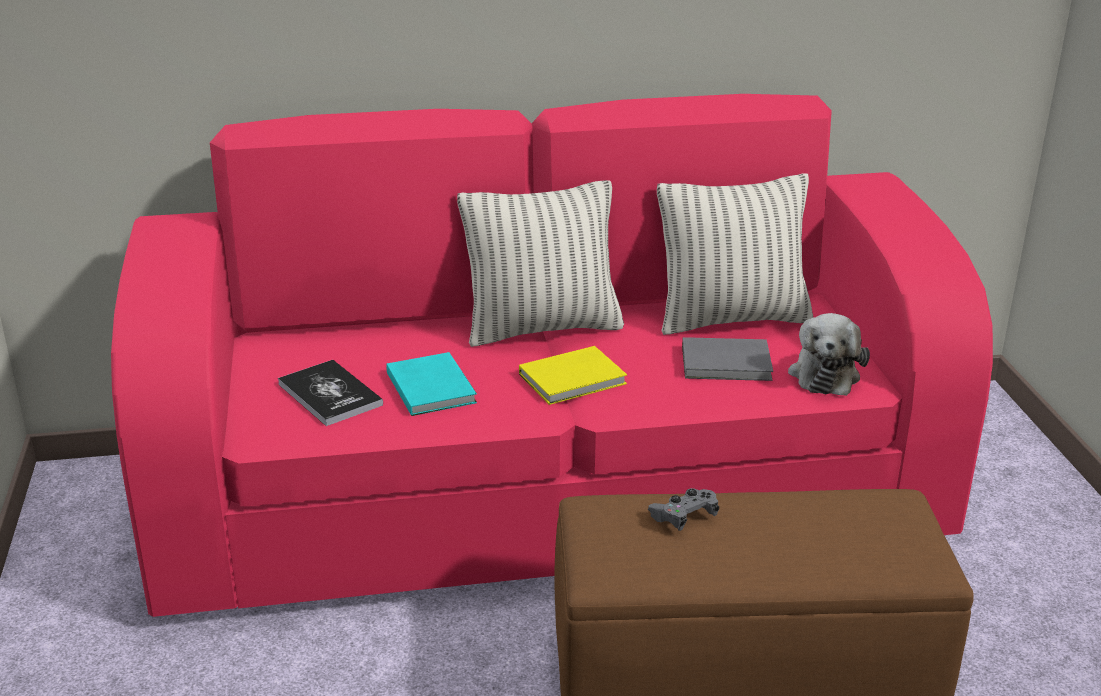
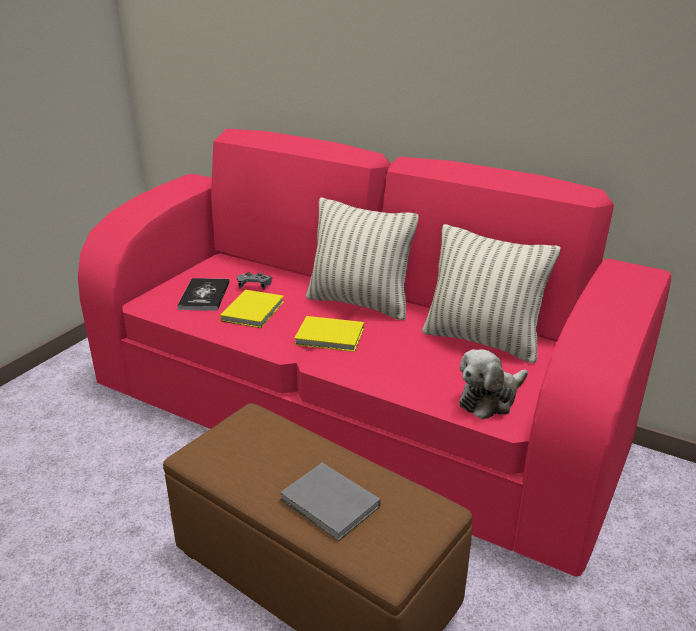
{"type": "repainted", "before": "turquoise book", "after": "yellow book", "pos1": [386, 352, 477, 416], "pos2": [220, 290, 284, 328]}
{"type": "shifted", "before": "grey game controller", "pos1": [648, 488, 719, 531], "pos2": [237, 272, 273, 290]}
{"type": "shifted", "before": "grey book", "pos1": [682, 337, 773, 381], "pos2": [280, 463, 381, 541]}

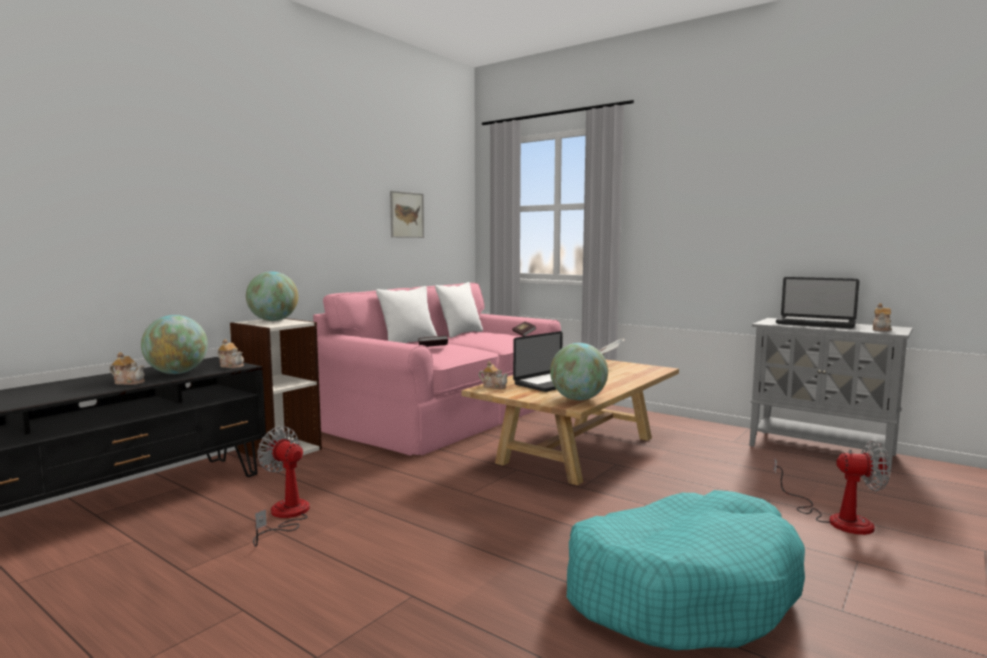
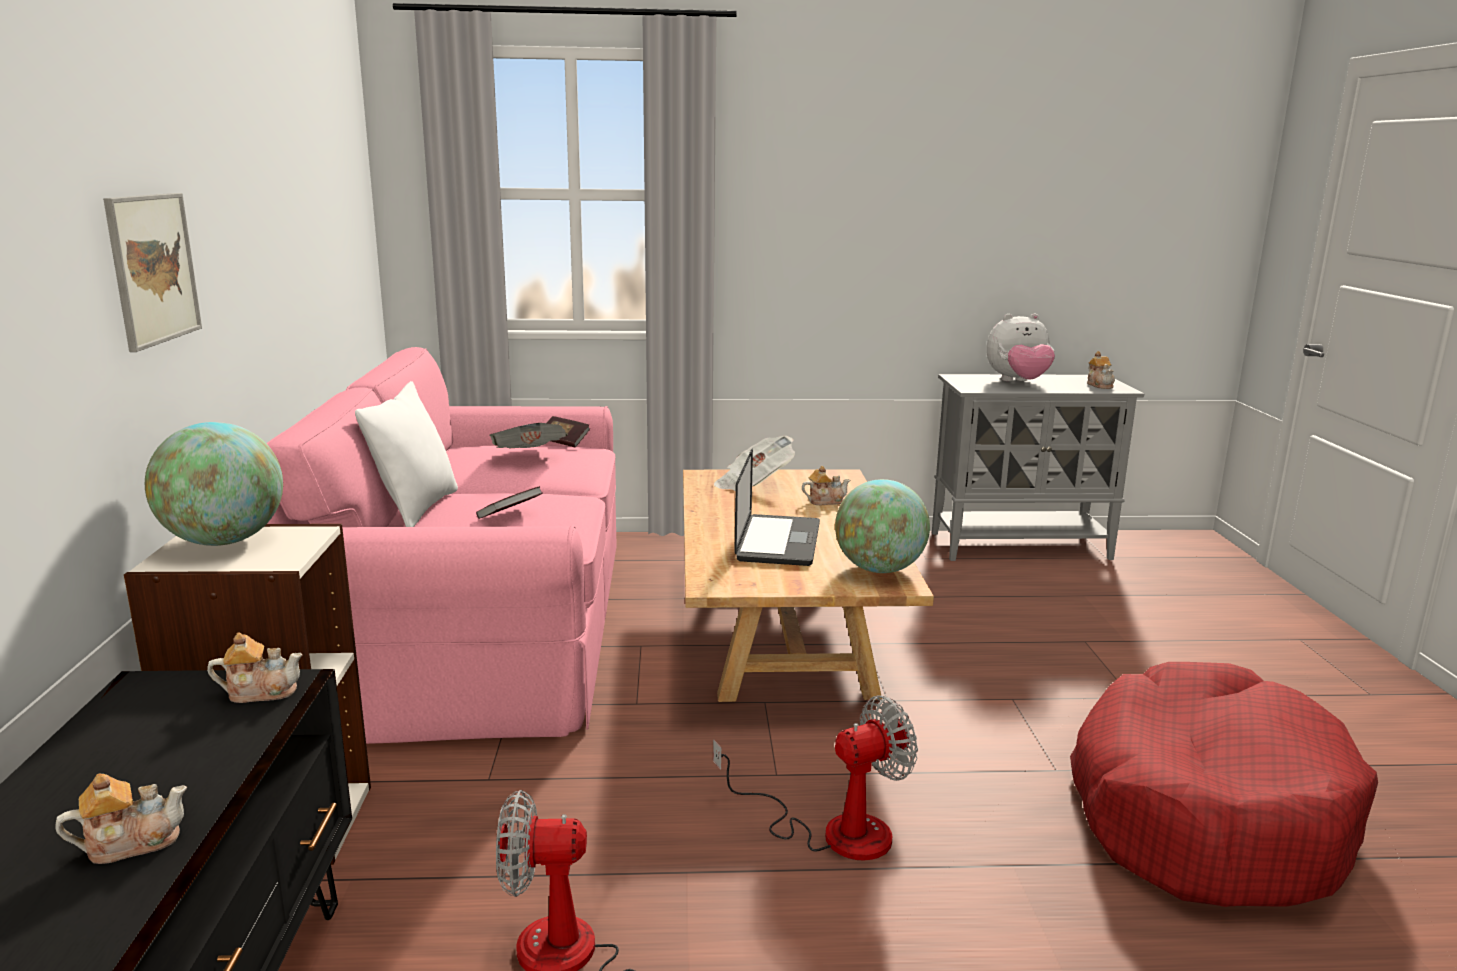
{"type": "shifted", "before": "picture", "pos1": [390, 191, 424, 238], "pos2": [103, 193, 202, 352]}
{"type": "new", "after": "newspaper", "pos2": [490, 423, 568, 448]}
{"type": "shifted", "before": "fan", "pos1": [774, 441, 891, 535], "pos2": [713, 695, 918, 861]}
{"type": "shifted", "before": "teapot", "pos1": [479, 361, 508, 389], "pos2": [802, 466, 850, 505]}
{"type": "swapped", "before": "laptop", "after": "plush toy", "pos1": [776, 277, 859, 328], "pos2": [986, 314, 1055, 381]}
{"type": "repainted", "before": "turquoise dog bed", "after": "red dog bed", "pos1": [567, 490, 805, 650], "pos2": [1070, 662, 1378, 907]}
{"type": "gone", "before": "globe", "pos1": [141, 315, 208, 374]}
{"type": "gone", "before": "white pillow", "pos1": [435, 282, 483, 338]}

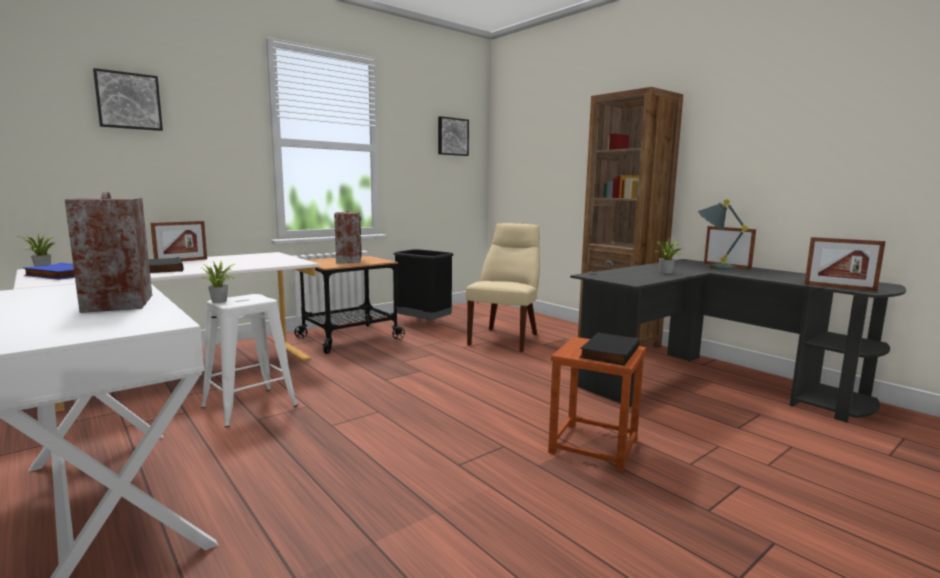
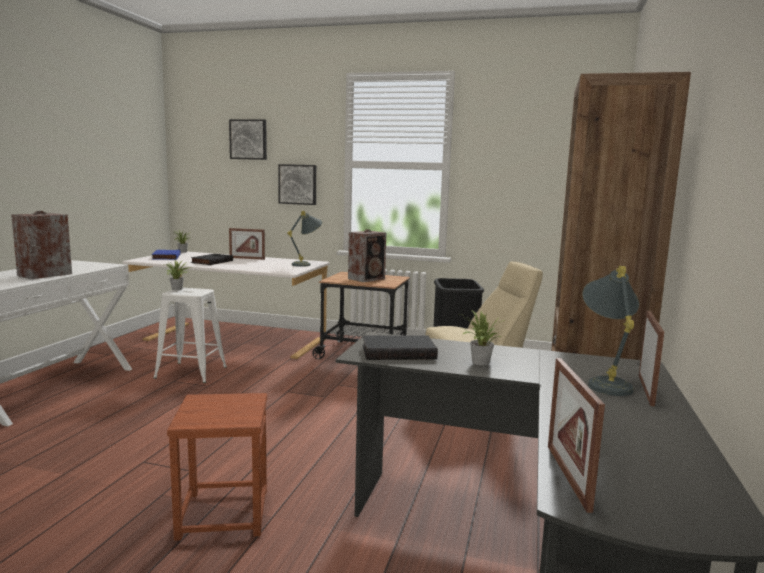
{"type": "shifted", "before": "picture", "pos1": [438, 116, 469, 156], "pos2": [278, 164, 316, 205]}
{"type": "new", "after": "grey table lamp", "pos2": [287, 211, 323, 267]}
{"type": "shifted", "before": "black book", "pos1": [580, 333, 639, 366], "pos2": [362, 335, 438, 360]}

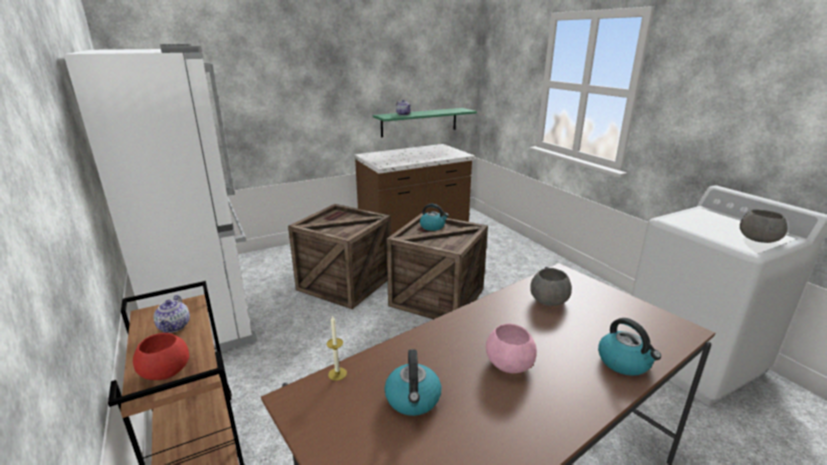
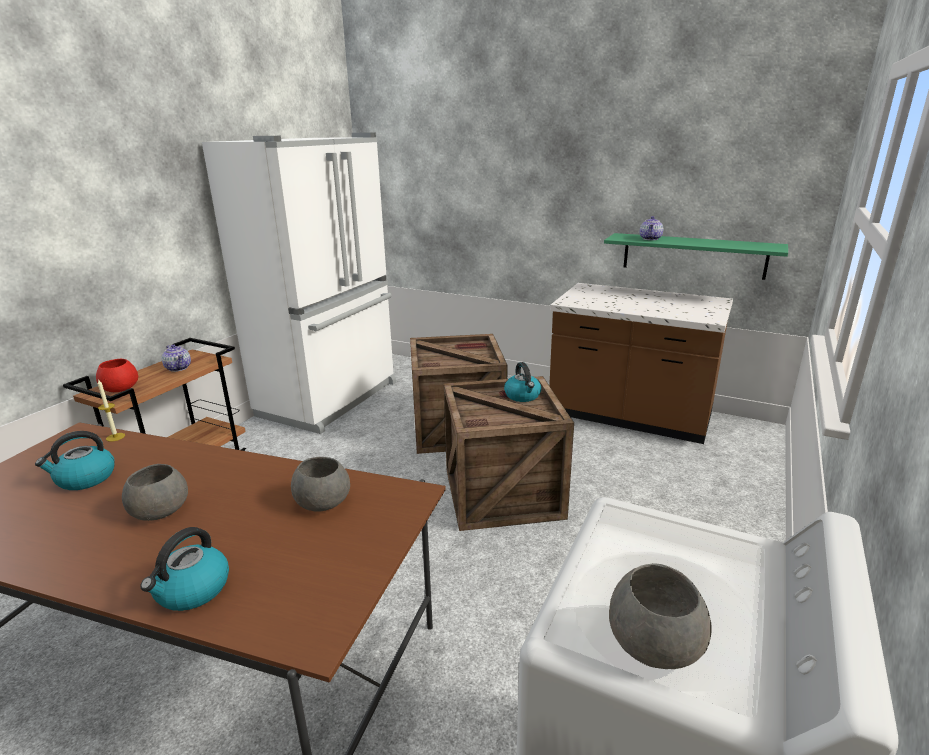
{"type": "repainted", "before": "pink bowl", "after": "grey bowl", "pos1": [486, 323, 537, 373], "pos2": [122, 464, 188, 521]}
{"type": "rotated", "before": "teapot", "pos1": [154, 295, 190, 333], "pos2": [162, 344, 191, 372], "turn": -90}

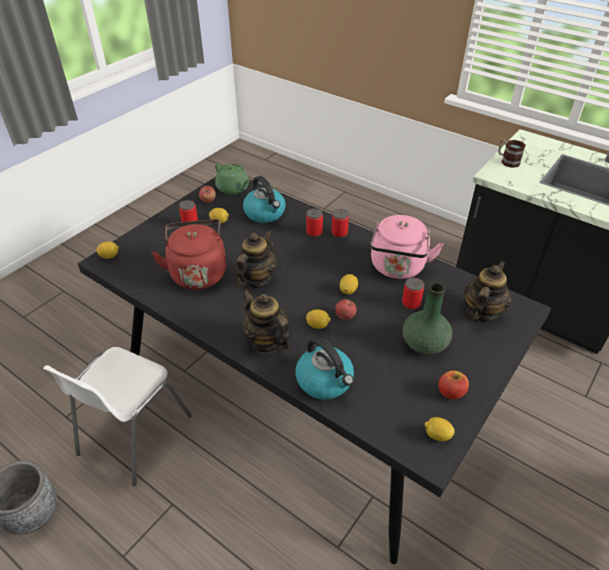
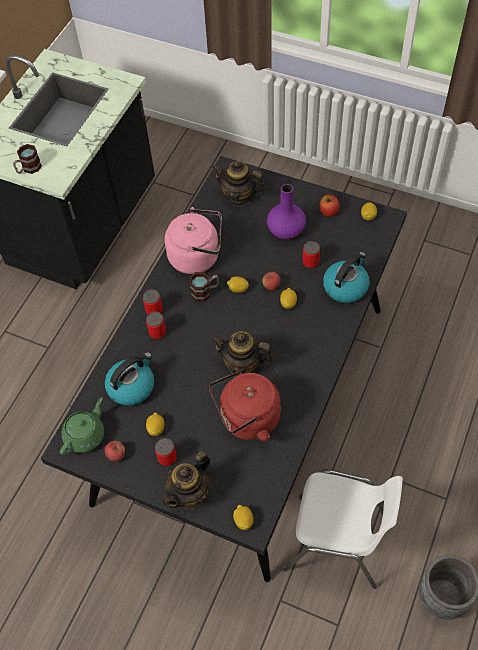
{"type": "shifted", "before": "teapot", "pos1": [243, 290, 290, 354], "pos2": [162, 450, 210, 509]}
{"type": "new", "after": "mug", "pos2": [189, 272, 219, 302]}
{"type": "repainted", "before": "green vase", "after": "purple vase", "pos1": [403, 282, 452, 354], "pos2": [267, 184, 306, 239]}
{"type": "shifted", "before": "can", "pos1": [402, 277, 424, 310], "pos2": [302, 241, 320, 268]}

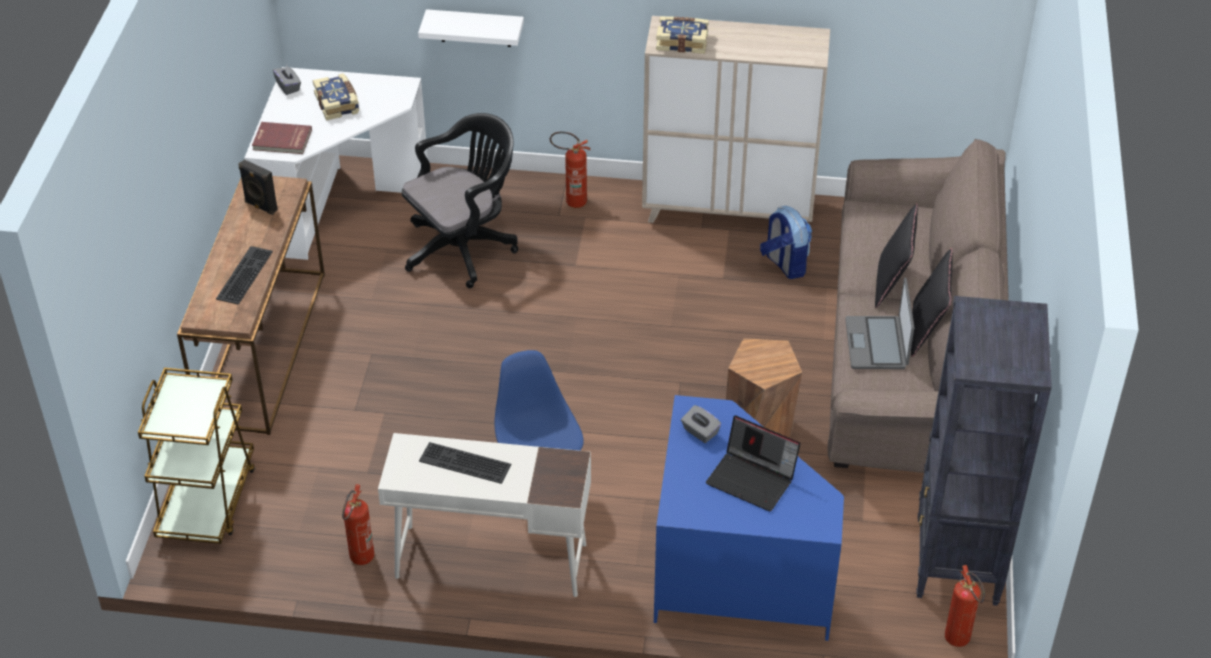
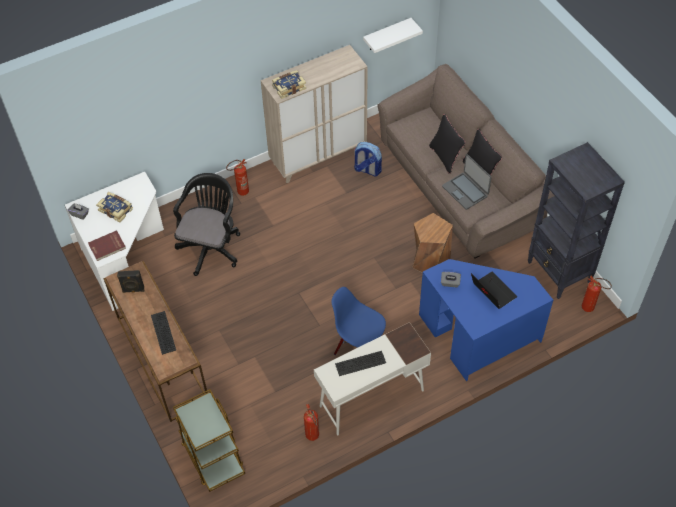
{"type": "shifted", "before": "white shelf", "pos1": [418, 9, 524, 47], "pos2": [363, 18, 423, 53]}
{"type": "rotated", "before": "laptop", "pos1": [706, 415, 800, 511], "pos2": [471, 271, 517, 309], "turn": -120}

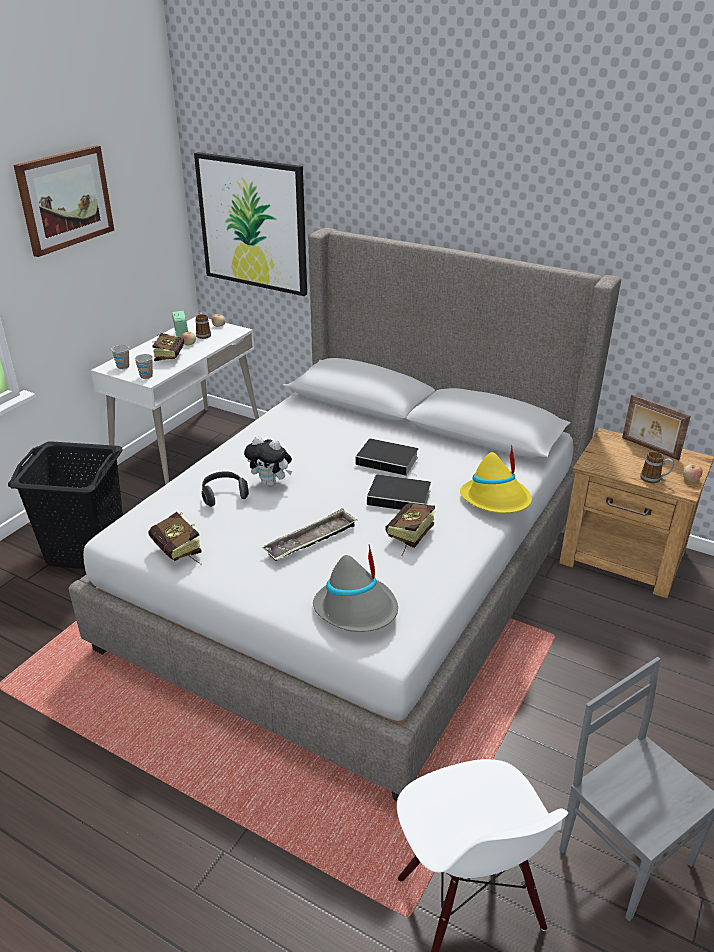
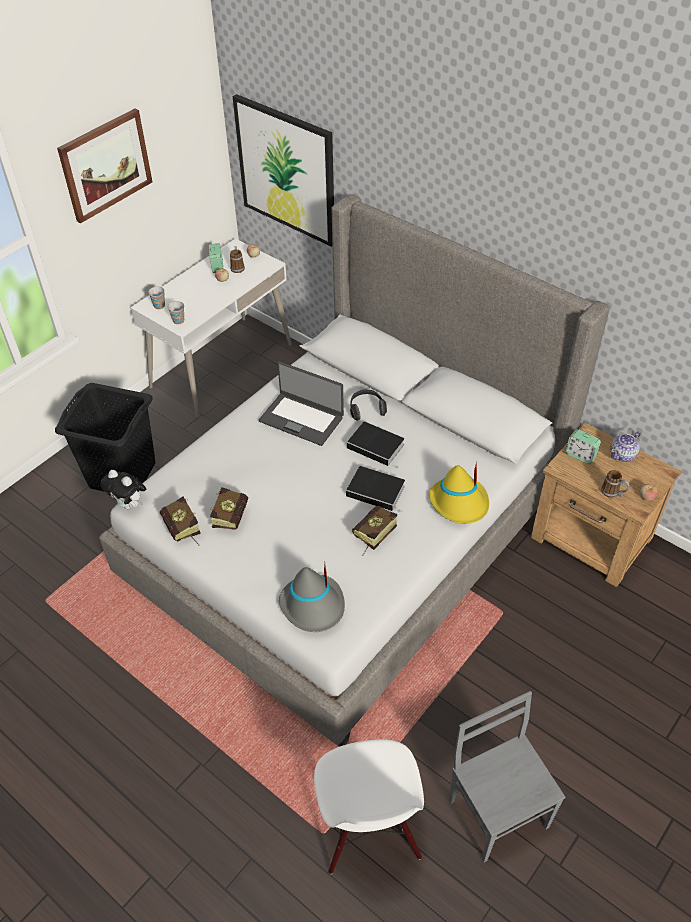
{"type": "shifted", "before": "plush toy", "pos1": [244, 436, 292, 486], "pos2": [101, 470, 146, 510]}
{"type": "shifted", "before": "book", "pos1": [152, 333, 184, 361], "pos2": [210, 487, 248, 530]}
{"type": "new", "after": "laptop", "pos2": [259, 361, 344, 446]}
{"type": "shifted", "before": "headphones", "pos1": [202, 471, 249, 507], "pos2": [350, 390, 387, 421]}
{"type": "new", "after": "alarm clock", "pos2": [566, 429, 601, 464]}
{"type": "swapped", "before": "picture frame", "after": "teapot", "pos1": [622, 395, 691, 460], "pos2": [611, 432, 641, 462]}
{"type": "gone", "before": "tray", "pos1": [262, 508, 357, 561]}

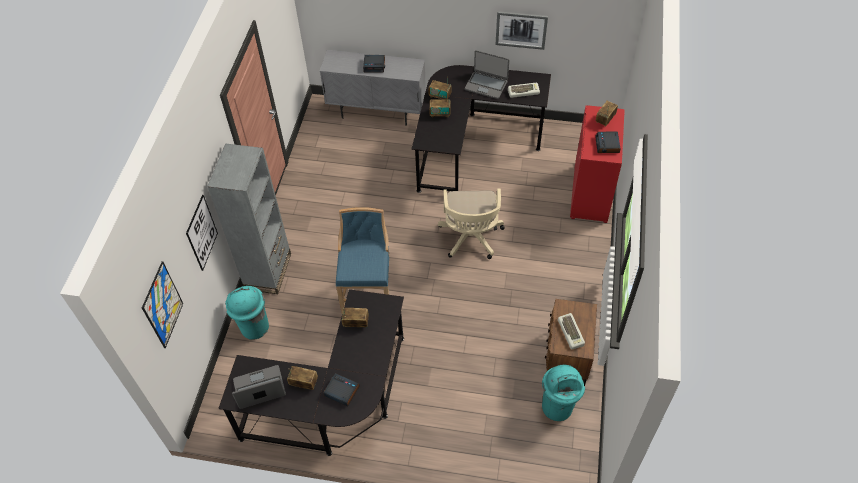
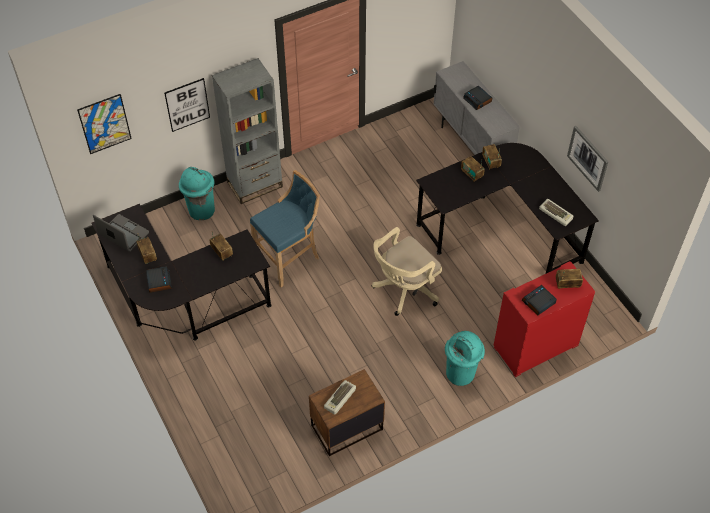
{"type": "shifted", "before": "turquoise trash can", "pos1": [542, 365, 585, 421], "pos2": [445, 331, 485, 386]}
{"type": "gone", "before": "laptop", "pos1": [465, 50, 509, 99]}

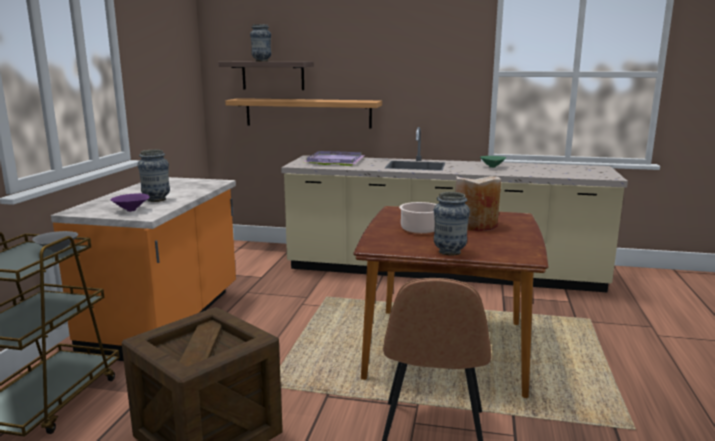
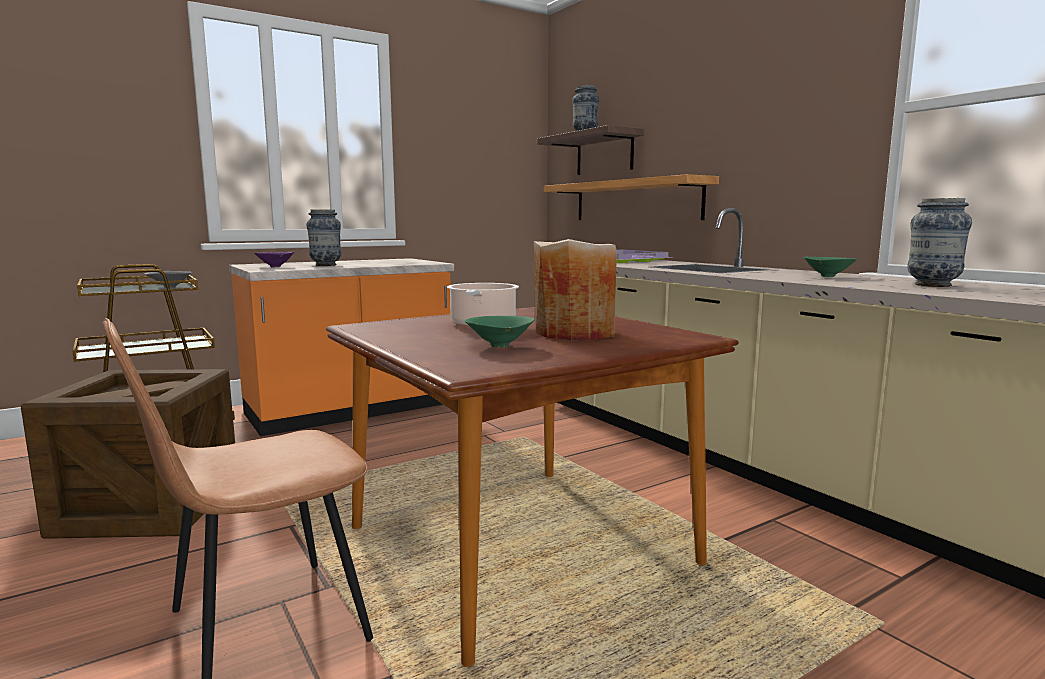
{"type": "new", "after": "green bowl", "pos2": [465, 316, 535, 348]}
{"type": "shifted", "before": "vase", "pos1": [433, 192, 470, 256], "pos2": [907, 198, 972, 287]}

